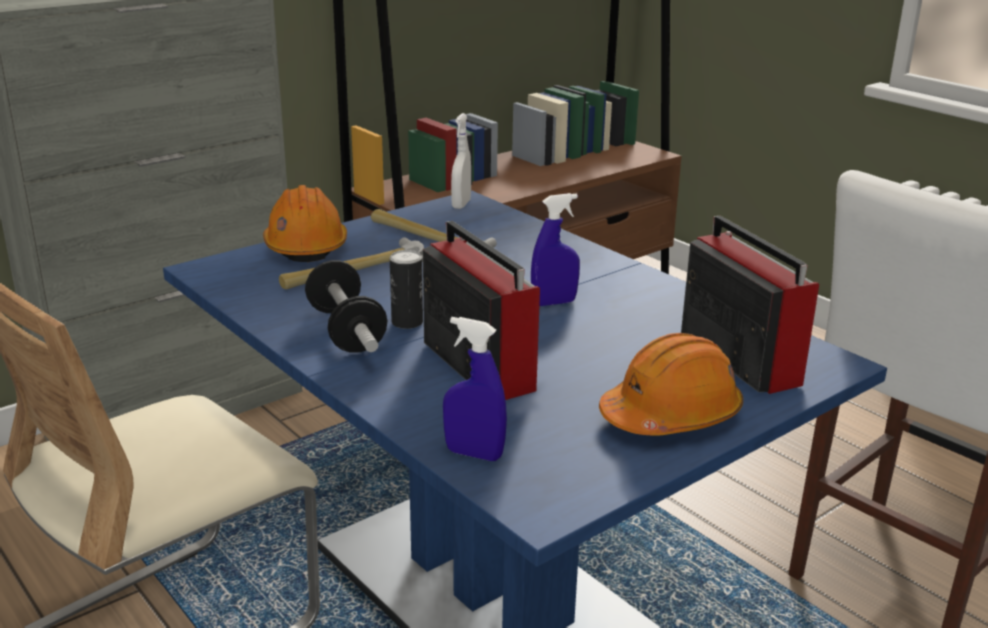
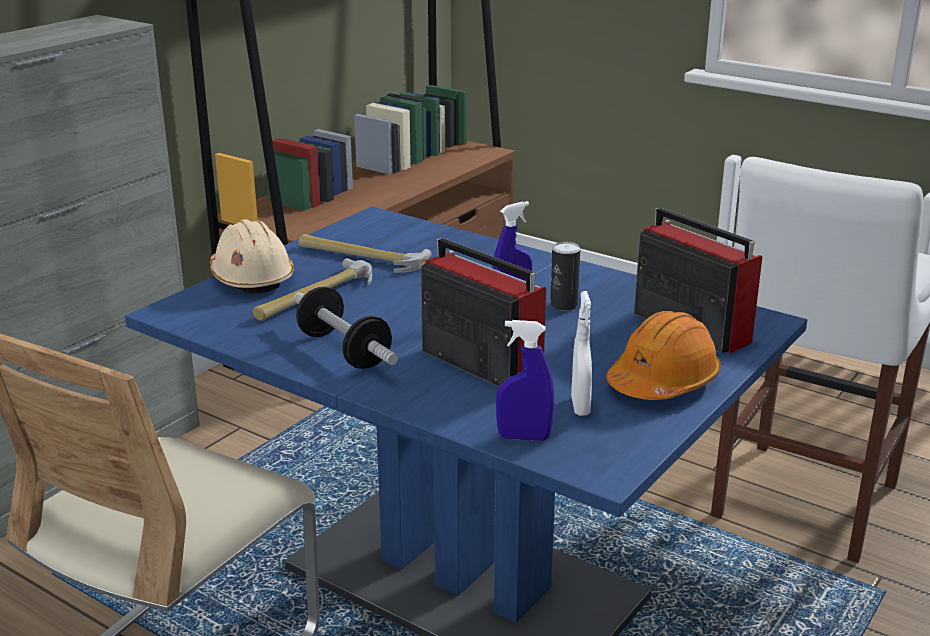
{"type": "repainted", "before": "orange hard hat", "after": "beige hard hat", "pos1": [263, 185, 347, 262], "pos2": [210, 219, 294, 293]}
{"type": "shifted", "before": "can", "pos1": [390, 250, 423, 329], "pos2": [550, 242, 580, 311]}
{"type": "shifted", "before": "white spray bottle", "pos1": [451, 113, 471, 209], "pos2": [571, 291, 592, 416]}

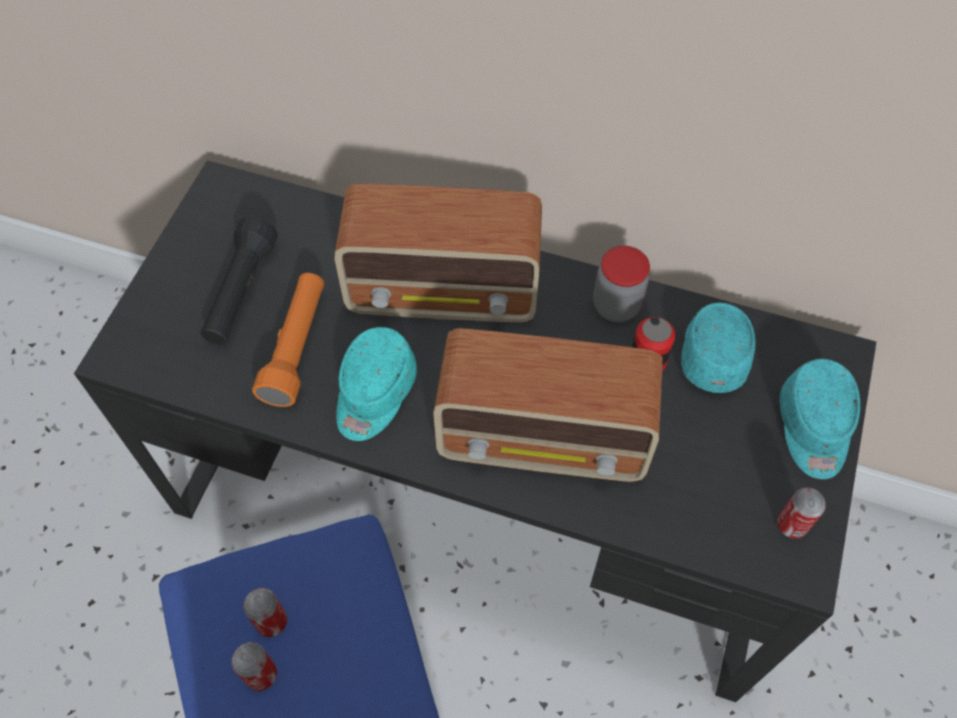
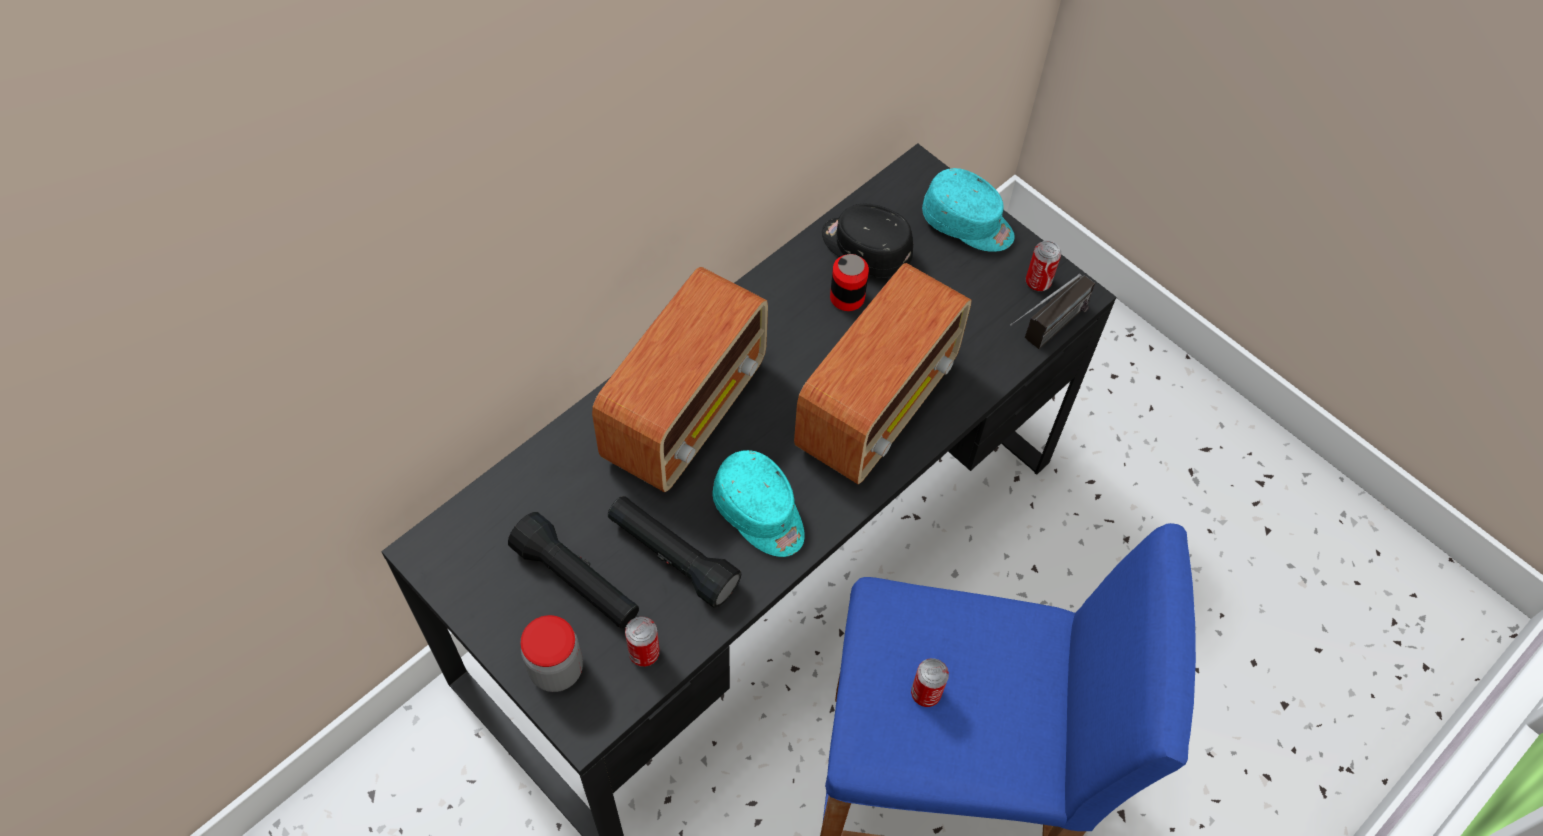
{"type": "shifted", "before": "jar", "pos1": [593, 246, 650, 322], "pos2": [521, 615, 583, 692]}
{"type": "repainted", "before": "orange flashlight", "after": "black flashlight", "pos1": [252, 273, 324, 407], "pos2": [608, 496, 741, 608]}
{"type": "shifted", "before": "can", "pos1": [231, 642, 277, 691], "pos2": [625, 616, 660, 667]}
{"type": "repainted", "before": "turquoise cap", "after": "black cap", "pos1": [681, 302, 756, 393], "pos2": [822, 204, 913, 278]}
{"type": "new", "after": "radio", "pos2": [1010, 274, 1095, 349]}

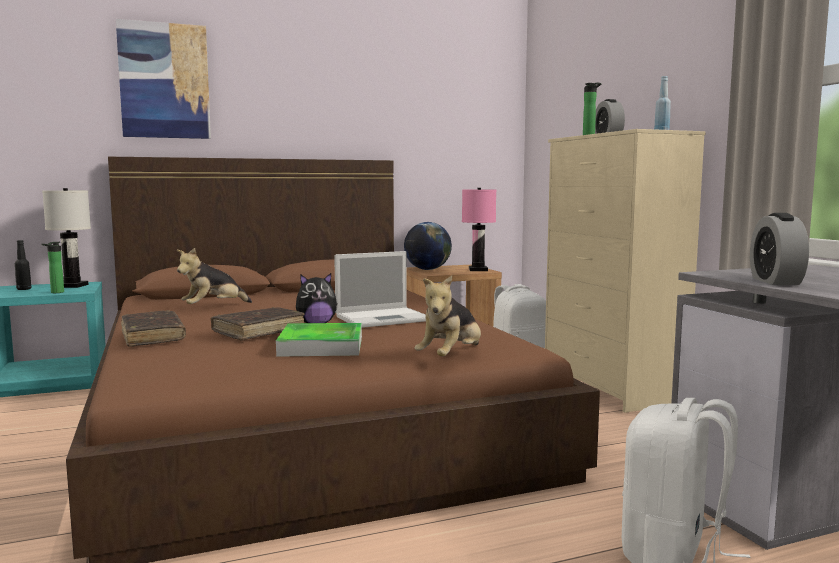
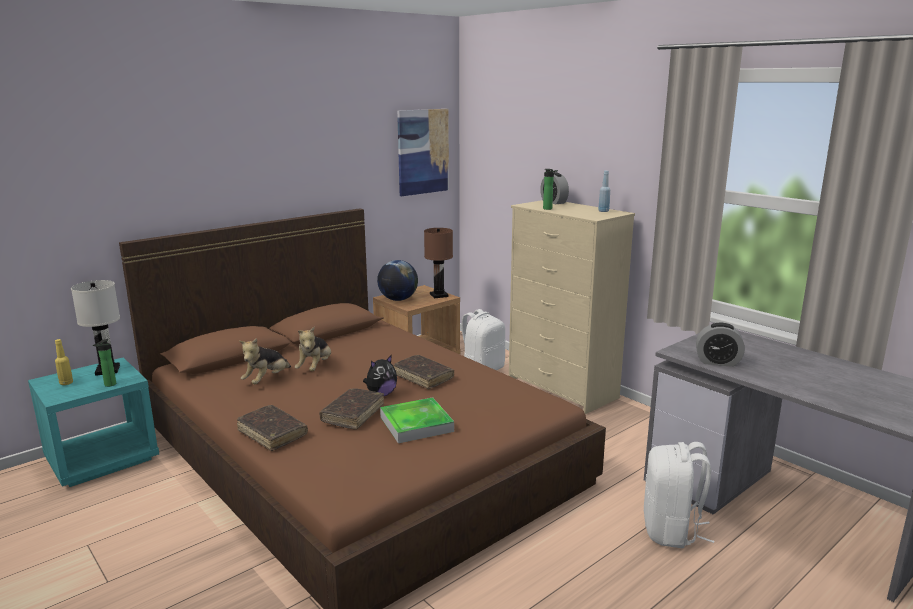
{"type": "repainted", "before": "black bottle", "after": "yellow bottle", "pos1": [15, 240, 31, 290], "pos2": [55, 339, 73, 385]}
{"type": "shifted", "before": "plush toy", "pos1": [414, 275, 481, 356], "pos2": [295, 327, 331, 371]}
{"type": "swapped", "before": "laptop", "after": "brown book", "pos1": [334, 251, 426, 328], "pos2": [393, 355, 454, 389]}
{"type": "shifted", "before": "picture", "pos1": [116, 19, 211, 139], "pos2": [397, 109, 449, 196]}
{"type": "repainted", "before": "pink table lamp", "after": "brown table lamp", "pos1": [462, 188, 496, 271], "pos2": [424, 228, 453, 299]}
{"type": "rotated", "before": "alarm clock", "pos1": [750, 213, 809, 285], "pos2": [696, 323, 745, 367], "turn": -60}

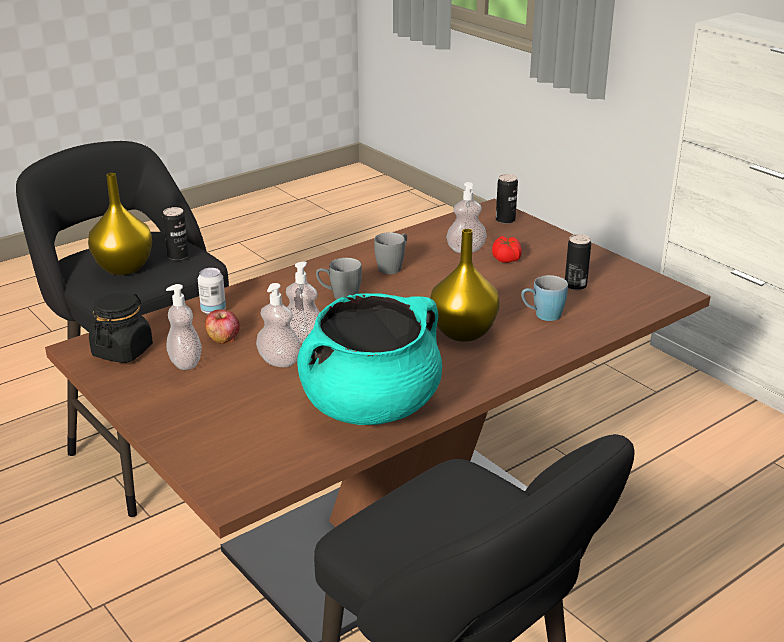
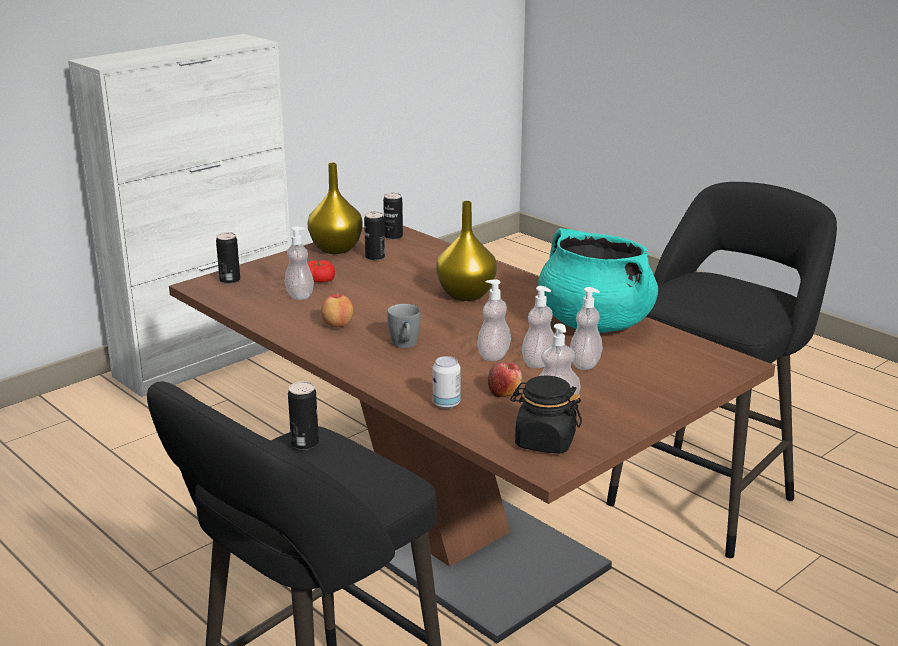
{"type": "shifted", "before": "yellow vase", "pos1": [88, 173, 152, 275], "pos2": [307, 163, 363, 254]}
{"type": "swapped", "before": "grey mug", "after": "apple", "pos1": [374, 232, 407, 274], "pos2": [321, 293, 354, 327]}
{"type": "new", "after": "can", "pos2": [383, 193, 403, 240]}
{"type": "new", "after": "soap dispenser", "pos2": [570, 287, 603, 370]}
{"type": "gone", "before": "blue mug", "pos1": [521, 275, 568, 321]}

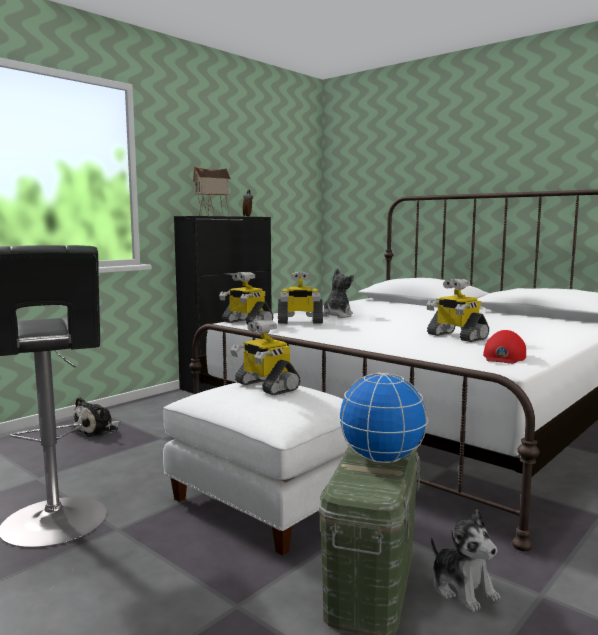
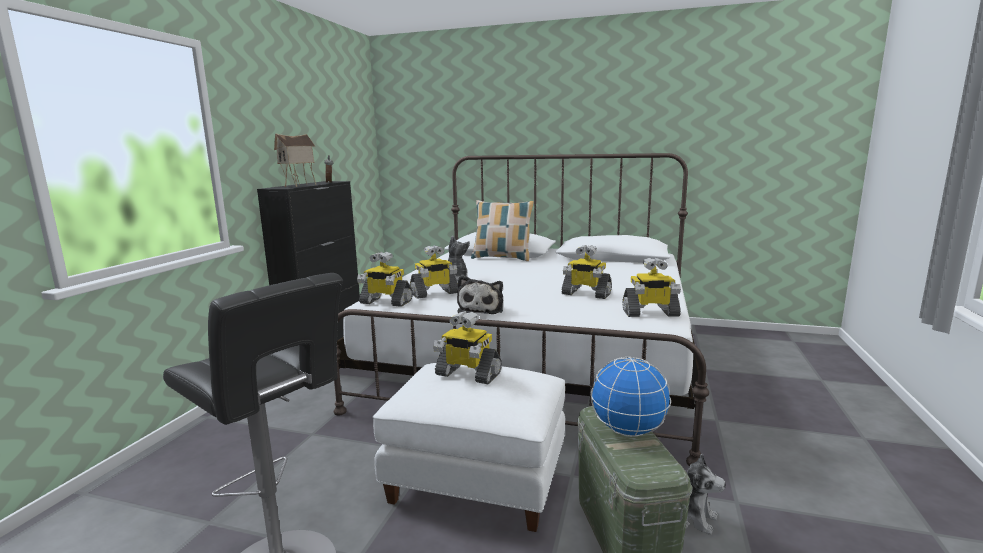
{"type": "shifted", "before": "plush toy", "pos1": [71, 397, 121, 437], "pos2": [457, 276, 503, 314]}
{"type": "new", "after": "pillow", "pos2": [471, 200, 534, 261]}
{"type": "swapped", "before": "red cap", "after": "toy robot", "pos1": [483, 330, 526, 364], "pos2": [622, 257, 681, 317]}

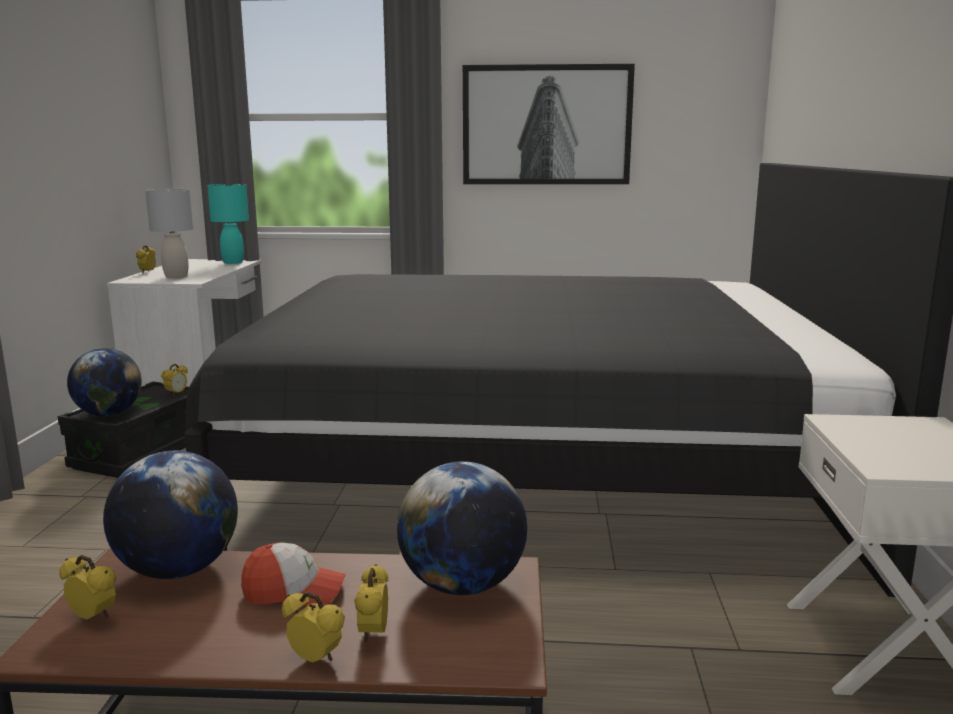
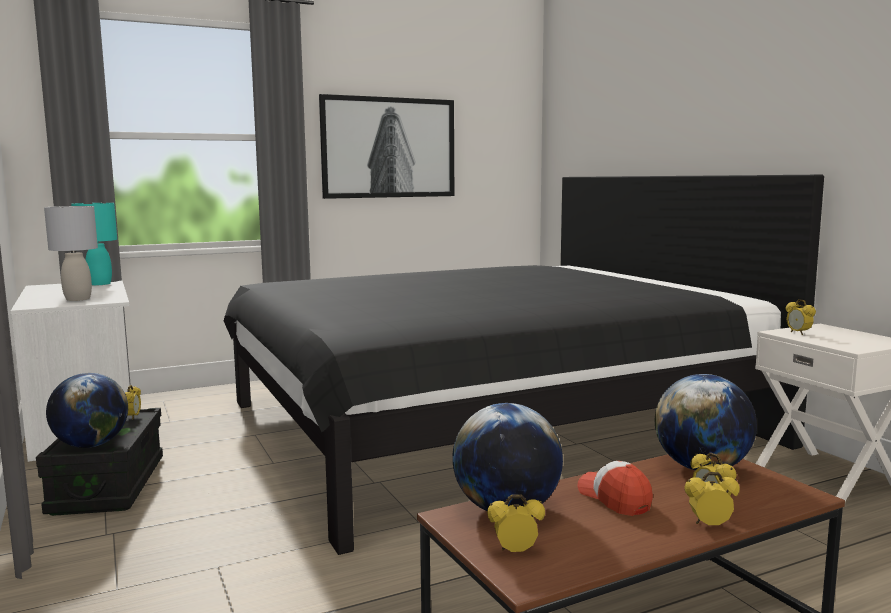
{"type": "rotated", "before": "cap", "pos1": [241, 542, 346, 606], "pos2": [577, 461, 653, 516], "turn": -90}
{"type": "shifted", "before": "alarm clock", "pos1": [136, 245, 156, 273], "pos2": [786, 299, 816, 335]}

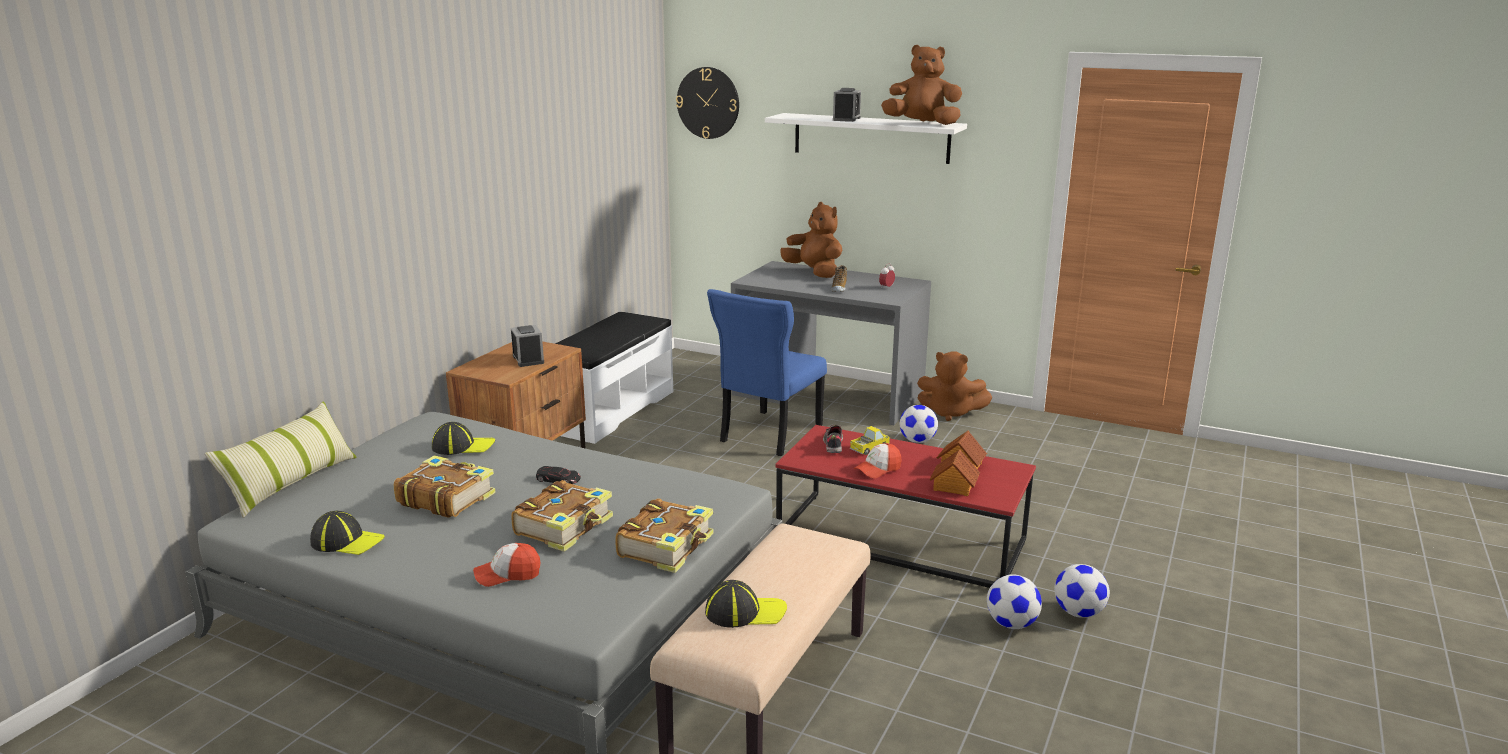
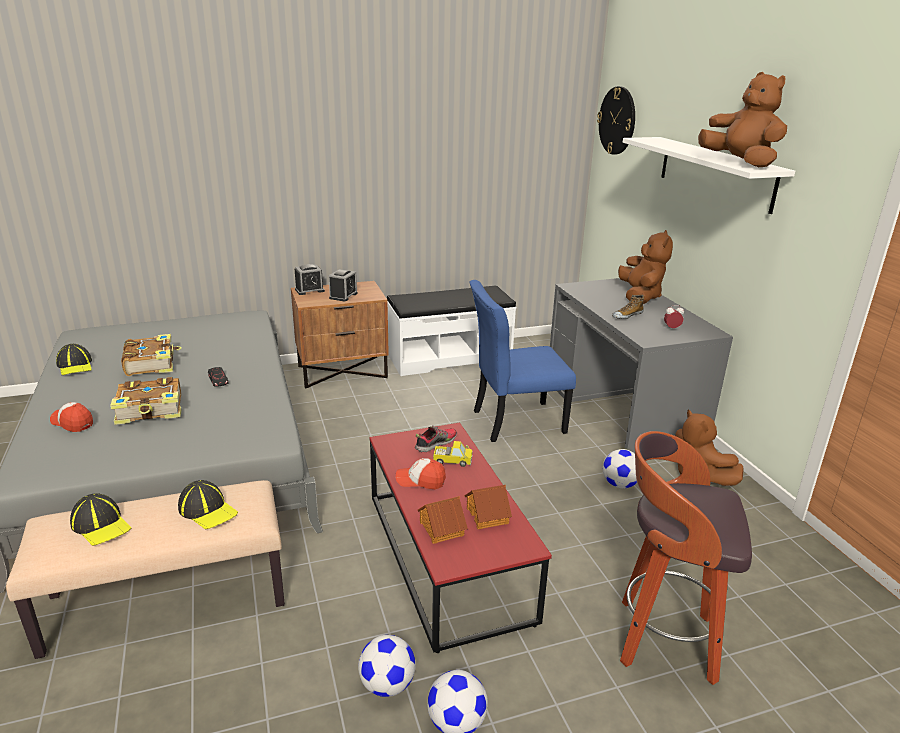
{"type": "shifted", "before": "cap", "pos1": [432, 422, 495, 455], "pos2": [178, 480, 238, 529]}
{"type": "shifted", "before": "alarm clock", "pos1": [833, 88, 861, 122], "pos2": [295, 264, 325, 295]}
{"type": "new", "after": "stool", "pos2": [620, 431, 752, 685]}
{"type": "gone", "before": "pillow", "pos1": [204, 401, 357, 518]}
{"type": "gone", "before": "book", "pos1": [615, 498, 713, 573]}

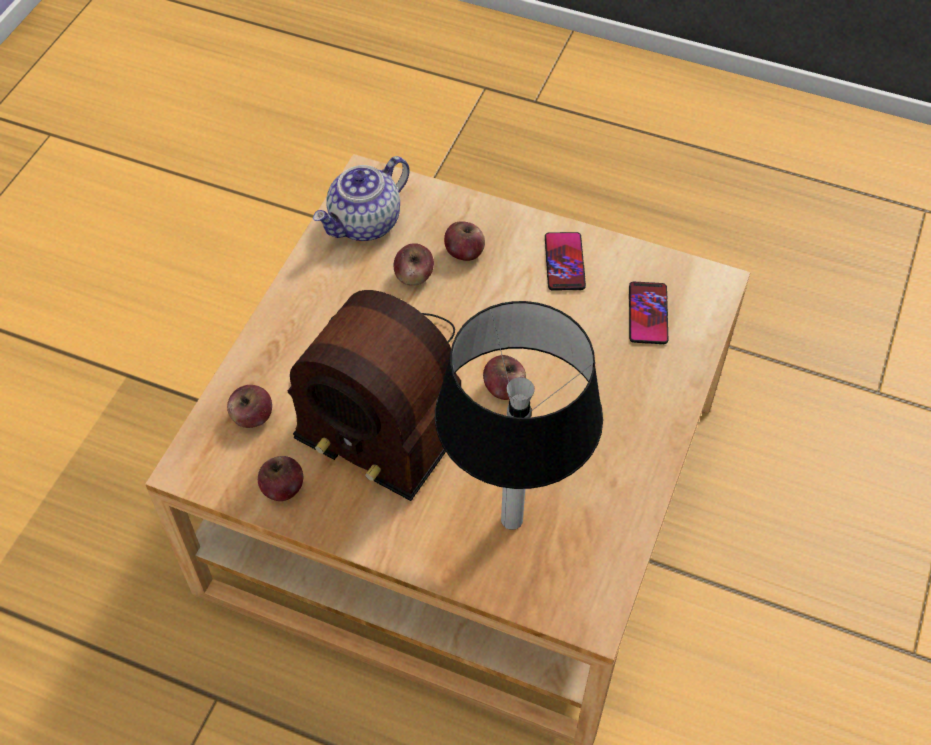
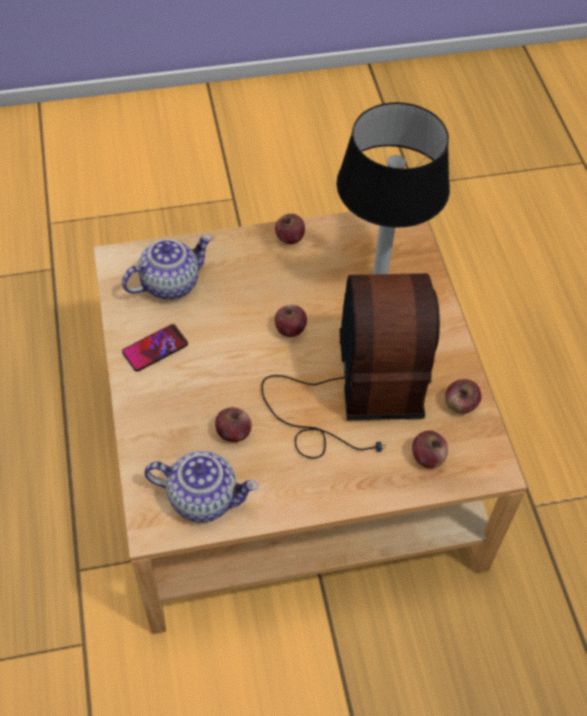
{"type": "swapped", "before": "phone", "after": "teapot", "pos1": [629, 282, 668, 344], "pos2": [122, 235, 212, 300]}
{"type": "shifted", "before": "apple", "pos1": [444, 221, 485, 261], "pos2": [275, 214, 305, 244]}

